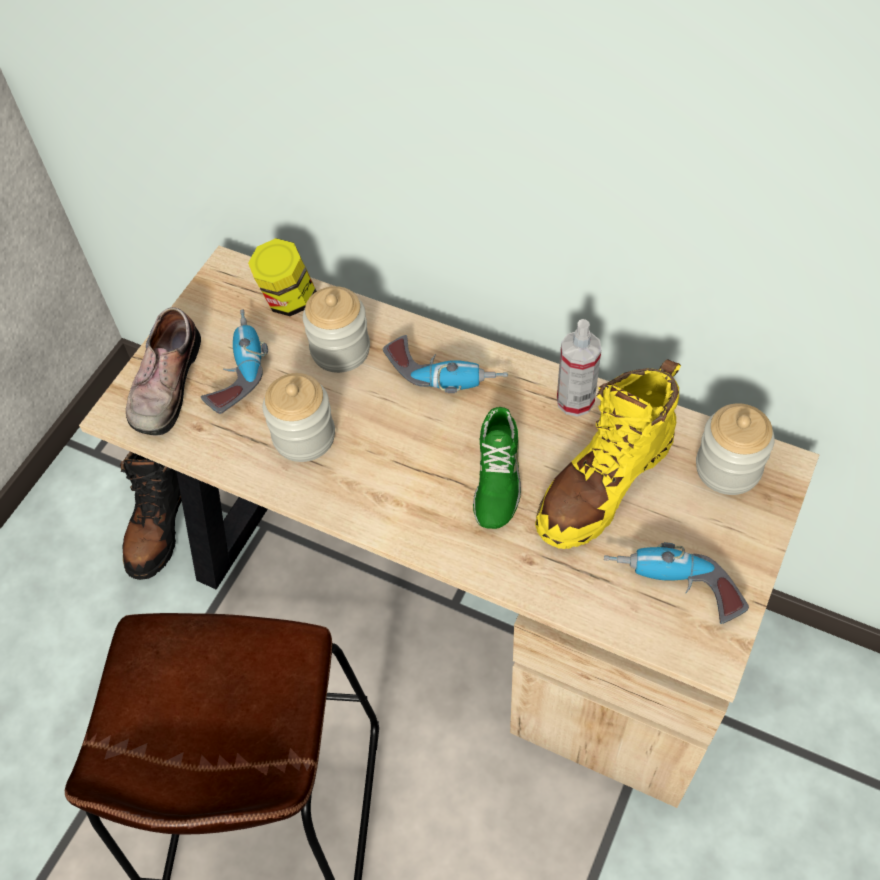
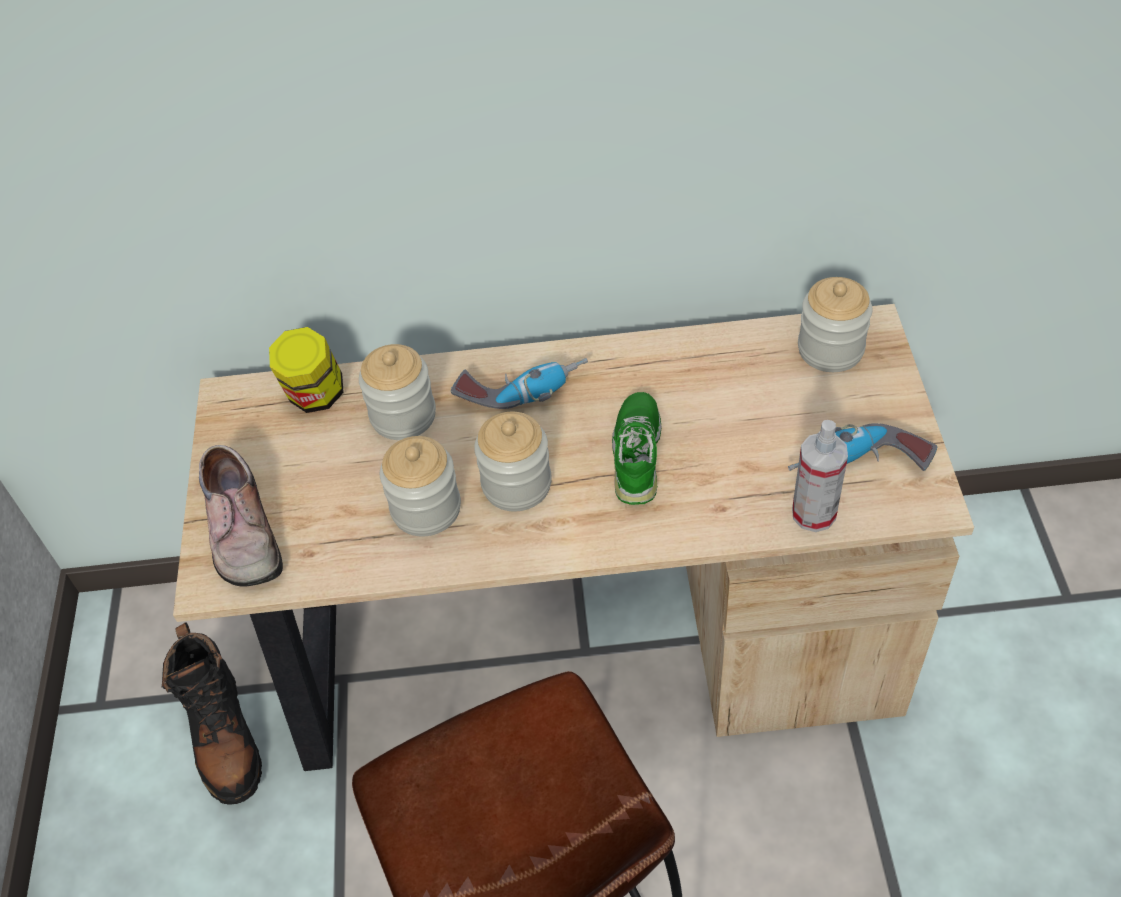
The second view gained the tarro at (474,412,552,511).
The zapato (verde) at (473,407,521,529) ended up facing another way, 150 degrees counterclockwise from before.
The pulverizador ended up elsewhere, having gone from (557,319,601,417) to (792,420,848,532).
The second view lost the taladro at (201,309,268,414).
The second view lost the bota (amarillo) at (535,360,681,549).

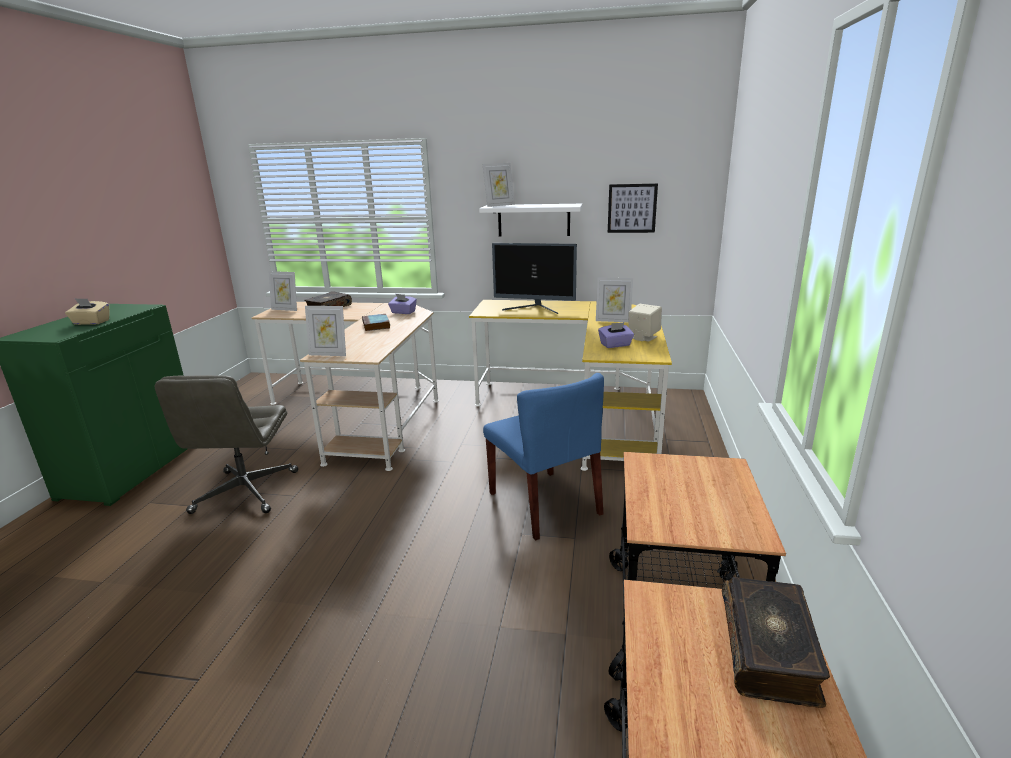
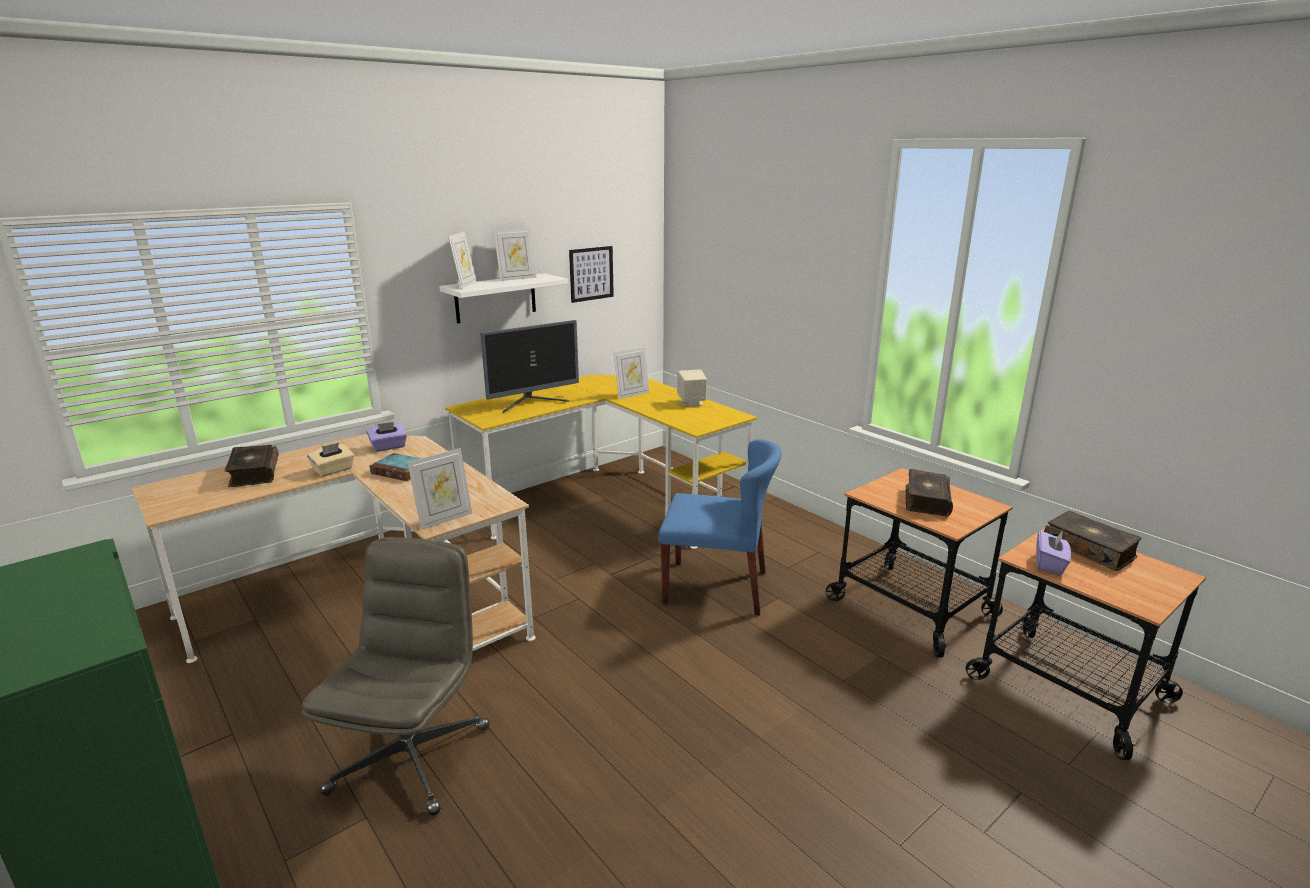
The silla de oficina (gris) at (154,375,298,514) ended up facing another way, 120 degrees counterclockwise from before.
The caja de pañuelos (beis) ended up elsewhere, having gone from (65,298,109,325) to (307,443,354,477).
The portarretratos ended up elsewhere, having gone from (268,271,297,311) to (494,228,537,281).
The second view gained the libro at (906,469,953,516).
The caja de pañuelos (morado) ended up elsewhere, having gone from (598,322,634,348) to (1036,530,1071,574).

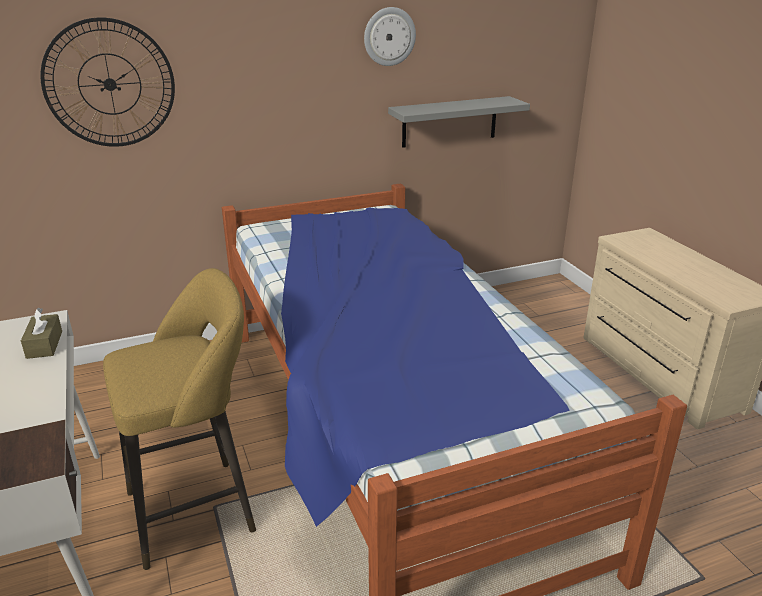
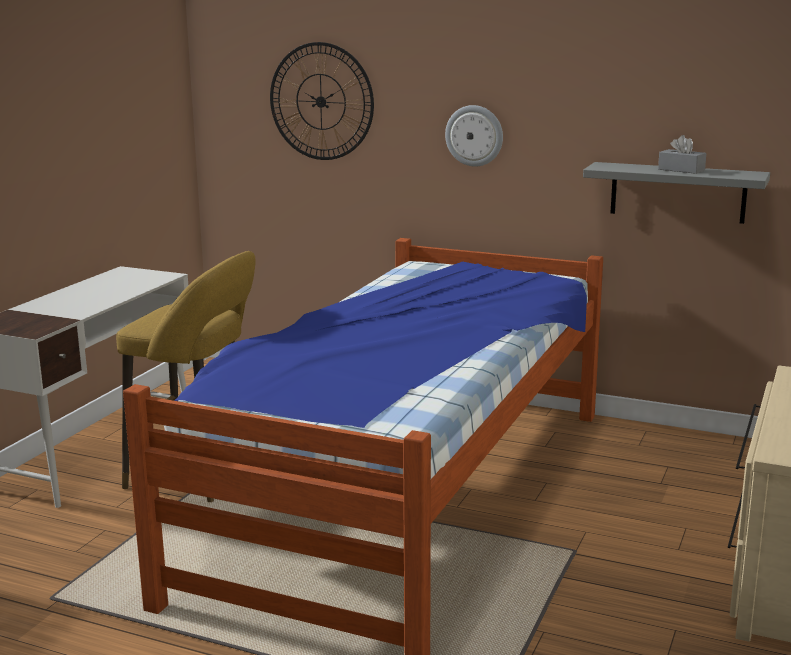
The reloj de pared ended up elsewhere, having gone from (364,7,416,66) to (445,105,503,167).
The second view gained the caja de pañuelos (gris) at (658,135,706,174).
The second view lost the caja de pañuelos (marrón) at (21,308,62,359).

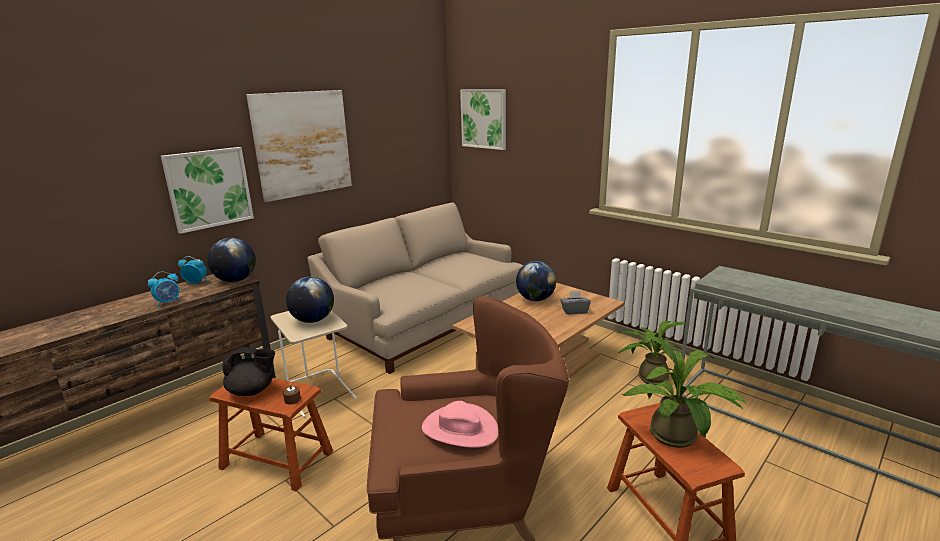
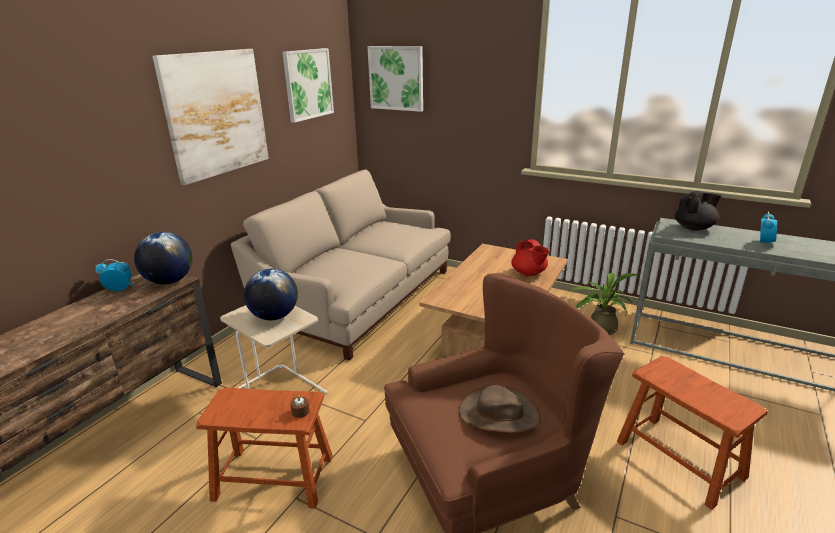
The cuadro ended up elsewhere, having gone from (161,147,254,234) to (282,48,334,123).
What was the sombrero (rosa) at (422,401,498,448) turned into the sombrero (marrón) at (458,385,541,433).
Where the caja de pañuelos (gris) stood at (560,291,591,314), the tetera (rojo) came to stand at (511,239,550,276).
The tetera (negro) ended up elsewhere, having gone from (222,347,275,396) to (675,191,722,231).
The despertador ended up elsewhere, having gone from (148,271,181,307) to (760,212,777,247).
The second view lost the globo terráqueo at (516,261,556,301).
The second view lost the planta en maceta at (622,334,746,448).

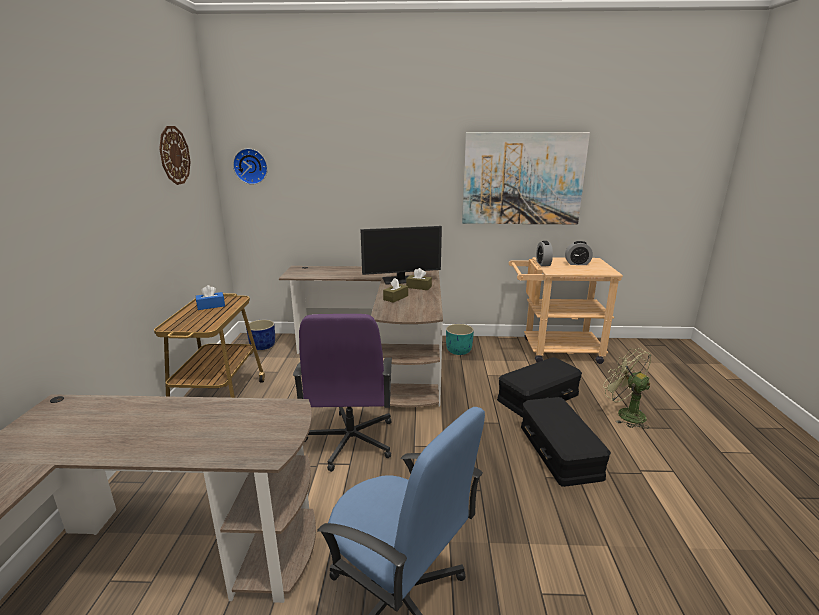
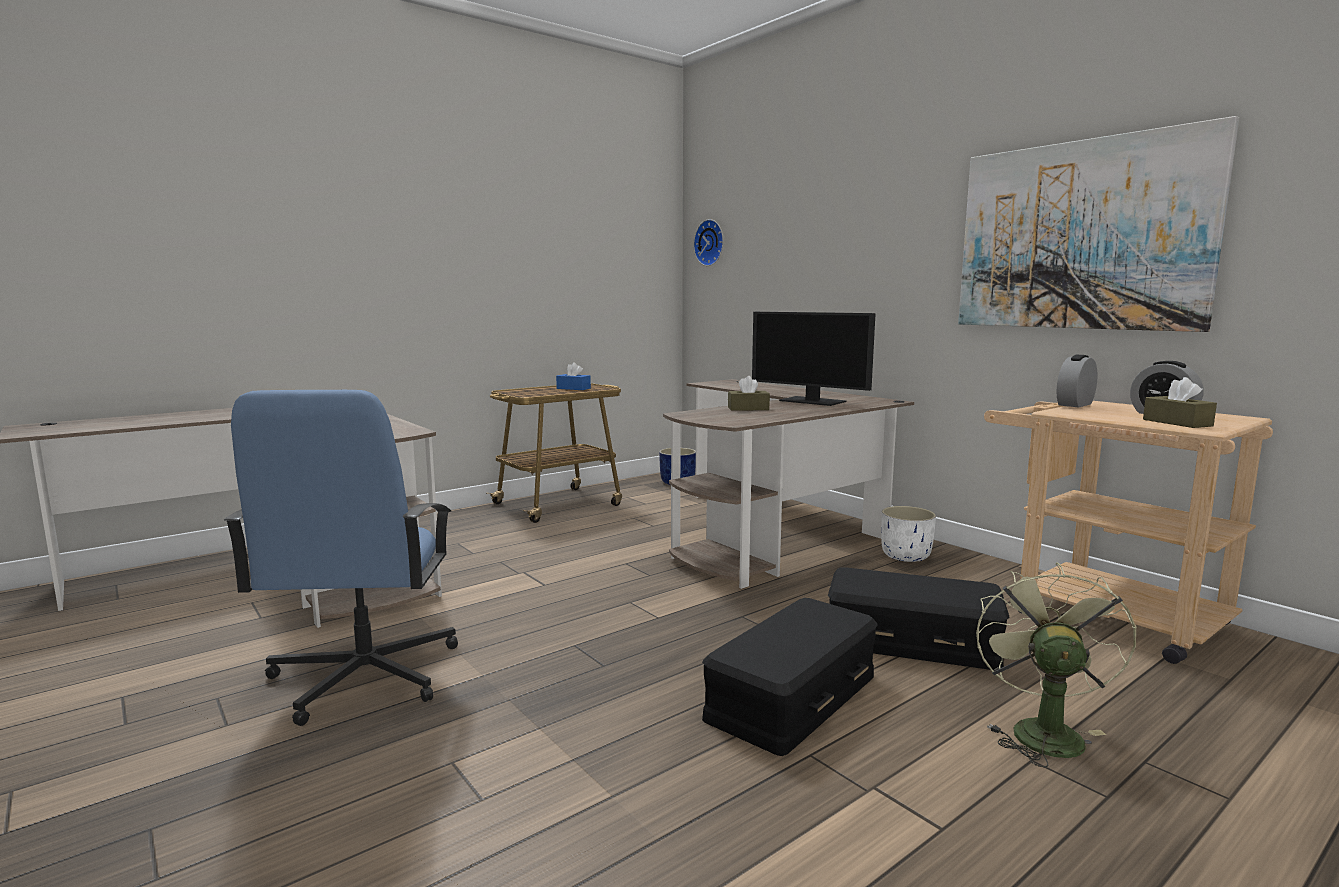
What was the maceta (turquesa) at (446,324,474,355) turned into the maceta (blanco) at (881,506,936,562).
The caja de pañuelos (marrón) ended up elsewhere, having gone from (406,268,432,290) to (1143,377,1217,428).
The second view lost the reloj de pared at (159,126,191,185).
The second view lost the silla de oficina (morado) at (293,314,392,472).

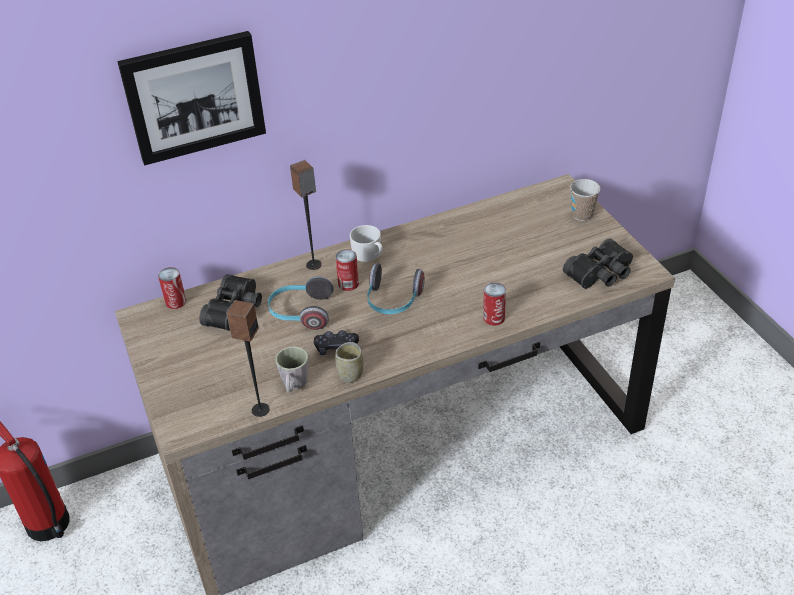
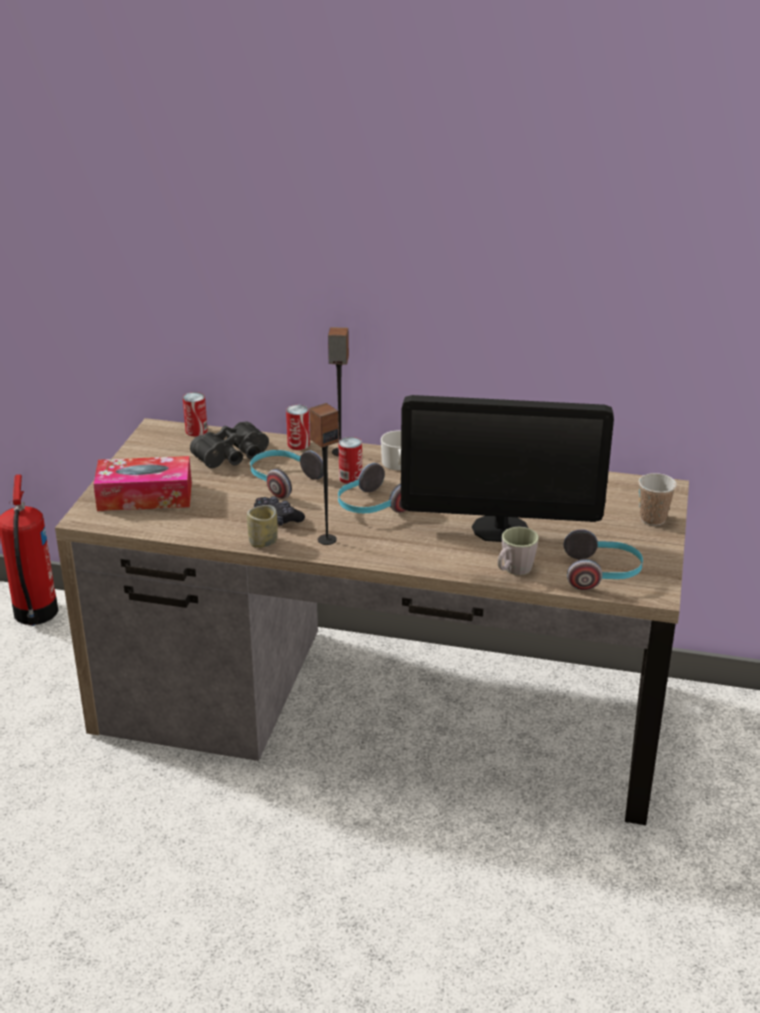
The second view gained the caja de pañuelos at (93,456,192,511).
The lata ended up elsewhere, having gone from (483,282,506,326) to (286,405,310,450).
The altavoz ended up elsewhere, having gone from (226,300,269,417) to (309,403,339,545).
The second view gained the monitor at (401,395,614,542).
The taza grande (gris) ended up elsewhere, having gone from (275,346,308,393) to (498,527,539,575).
Where the prismáticos (negro) stood at (563,238,633,289), the auriculares came to stand at (564,529,643,590).
The second view lost the cuadro at (117,31,266,165).

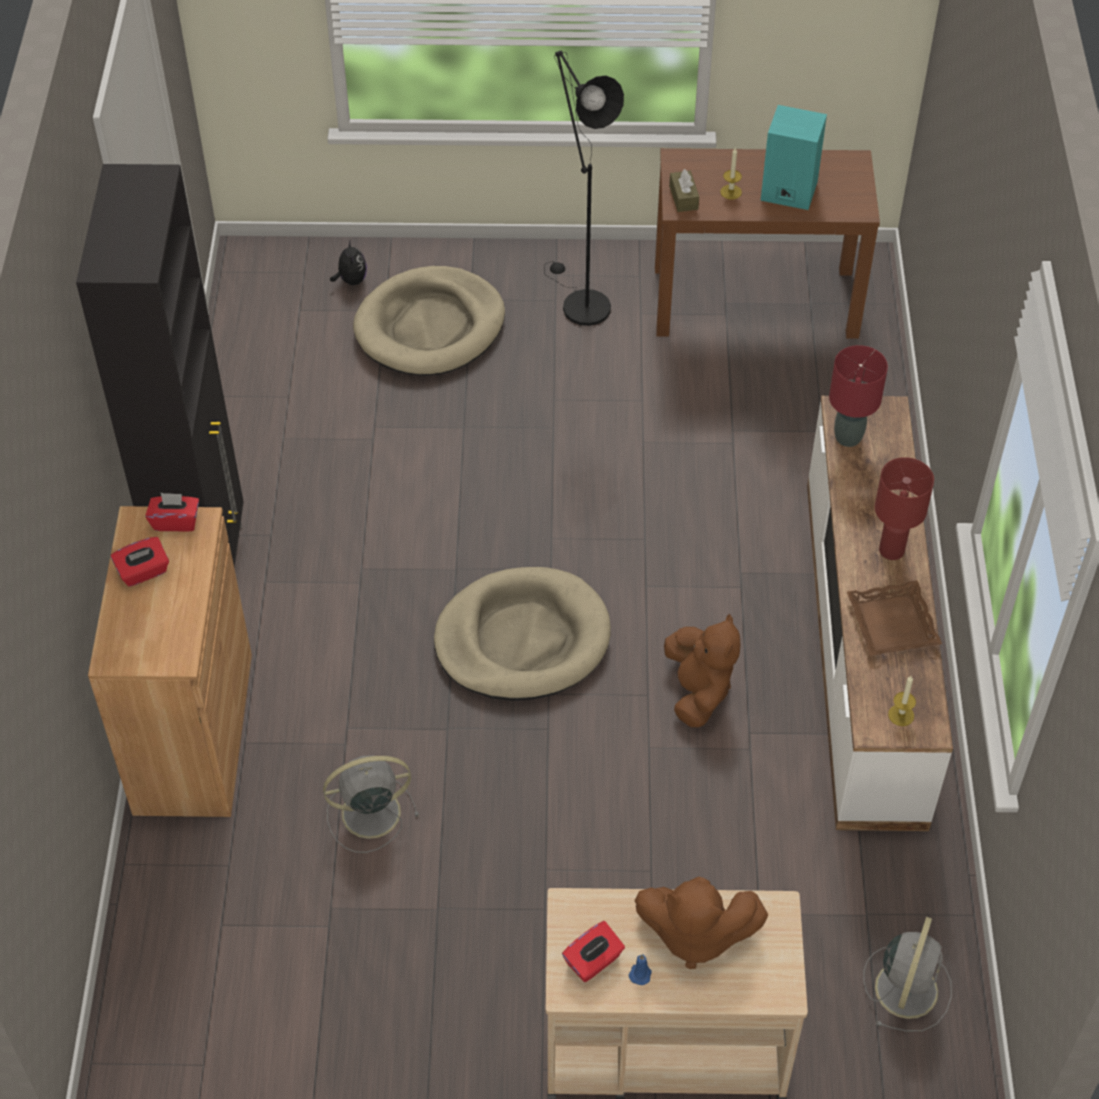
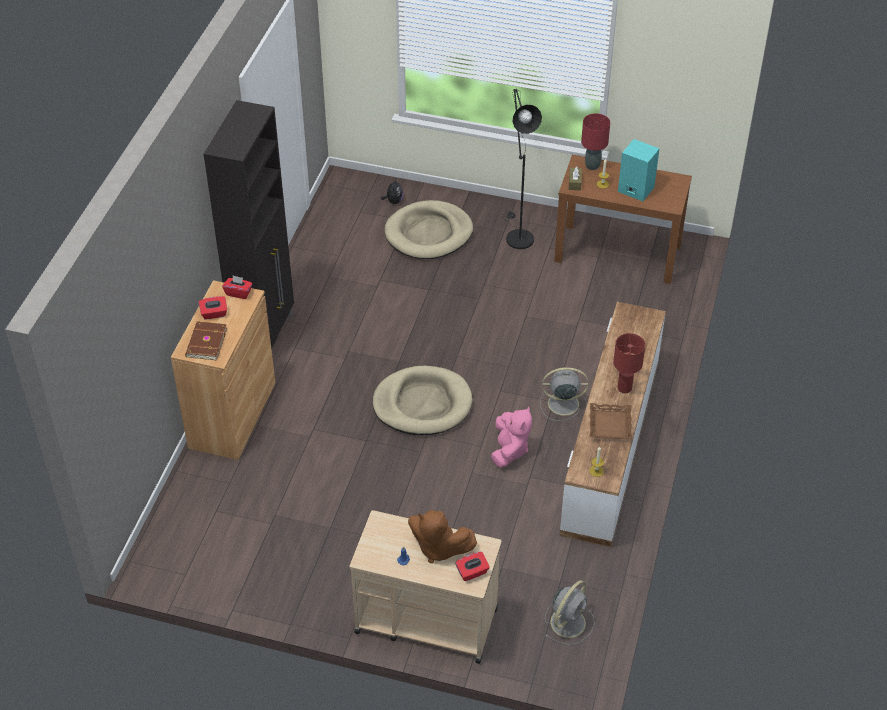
The second view gained the libro (marrón) at (185,321,227,361).
The caja de pañuelos (rojo) ended up elsewhere, having gone from (562,921,625,982) to (455,552,490,581).
What was the peluche (marrón) at (664,614,740,727) turned into the peluche (rosa) at (491,407,532,467).
The ventilador (gris) ended up elsewhere, having gone from (323,755,419,853) to (540,367,589,421).
The lámpara de mesa (rojo) ended up elsewhere, having gone from (829,345,888,447) to (581,113,610,170).

